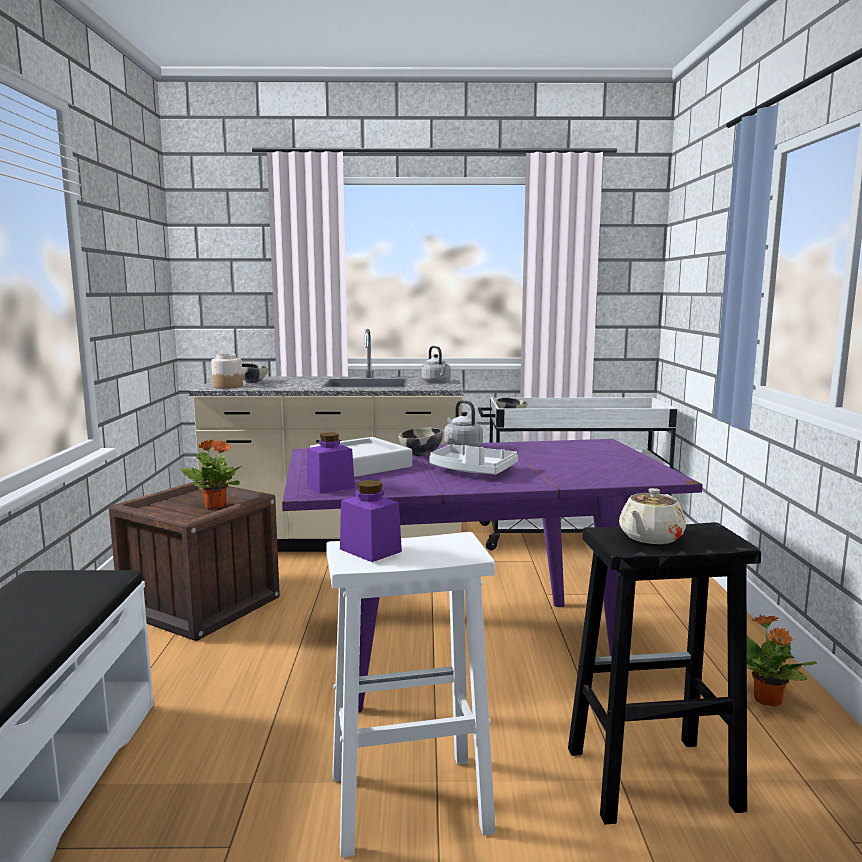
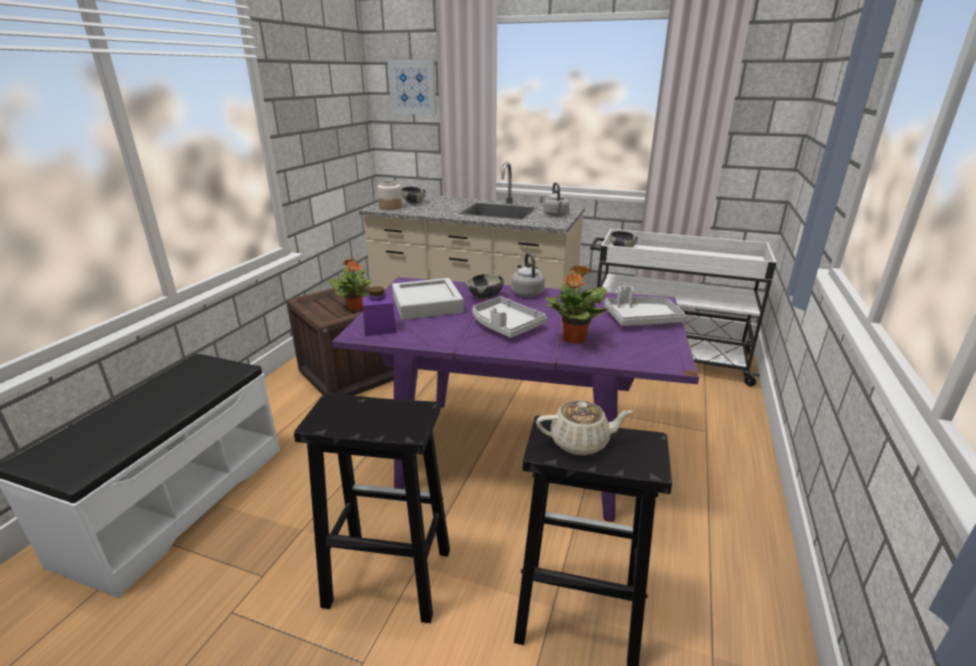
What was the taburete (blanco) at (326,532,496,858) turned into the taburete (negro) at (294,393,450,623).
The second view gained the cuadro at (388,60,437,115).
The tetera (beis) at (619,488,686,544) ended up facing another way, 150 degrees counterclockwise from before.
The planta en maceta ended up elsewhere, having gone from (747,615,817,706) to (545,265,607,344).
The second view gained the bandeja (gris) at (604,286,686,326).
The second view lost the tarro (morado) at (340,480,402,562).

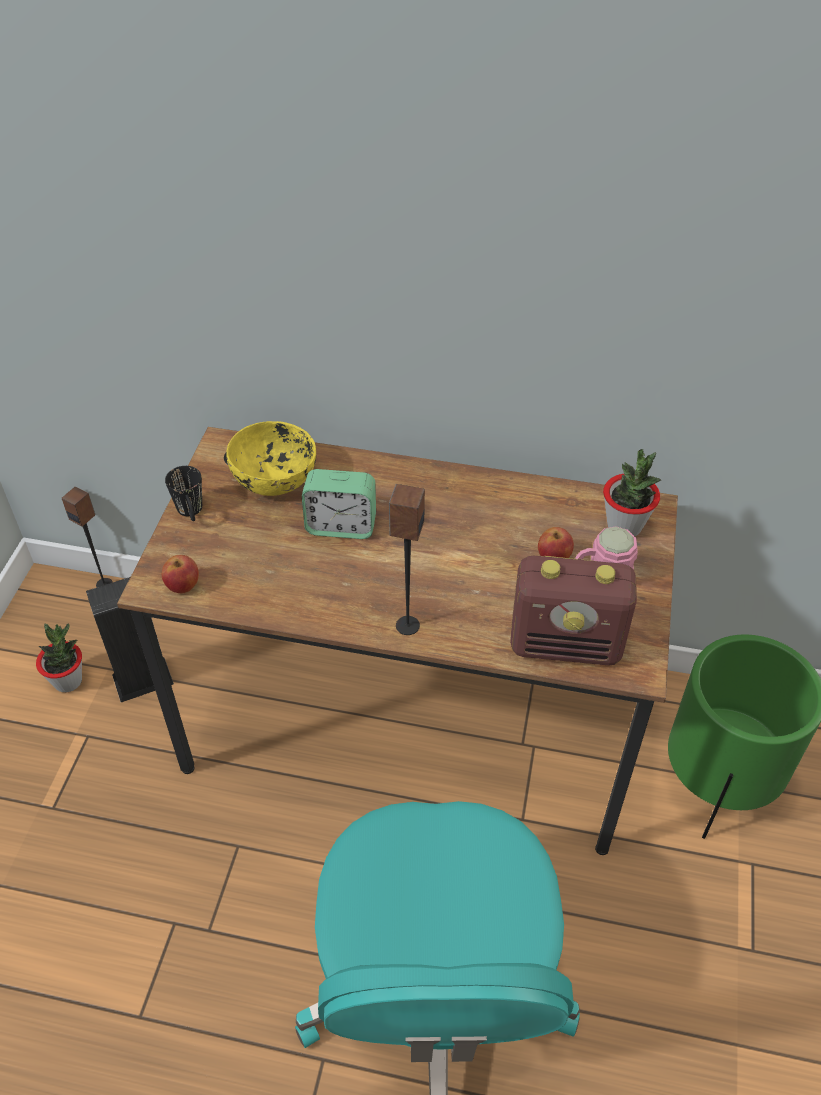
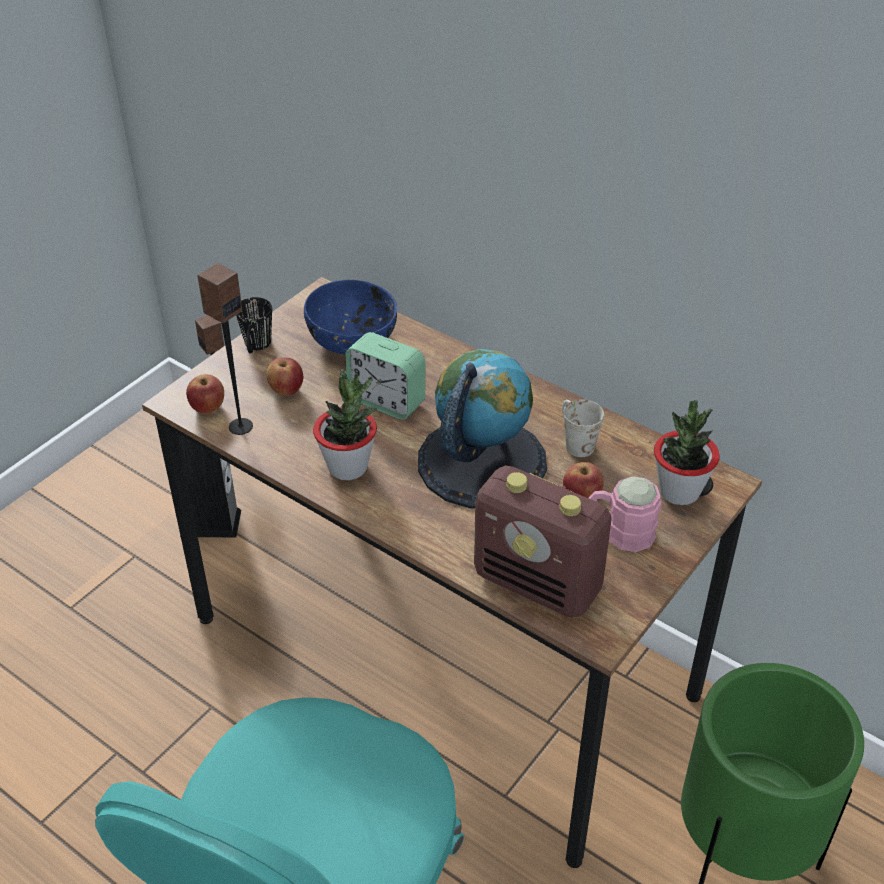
The altavoz ended up elsewhere, having gone from (389,484,425,635) to (197,263,253,435).
The second view gained the manzana at (266,357,303,396).
What was the cuenco (amarillo) at (226,421,316,496) turned into the cuenco (azul) at (304,280,397,354).
The planta en maceta ended up elsewhere, having gone from (36,624,82,692) to (313,369,377,480).
The second view gained the globo terráqueo at (418,349,547,508).
The second view gained the taza grande (blanco) at (562,399,604,457).

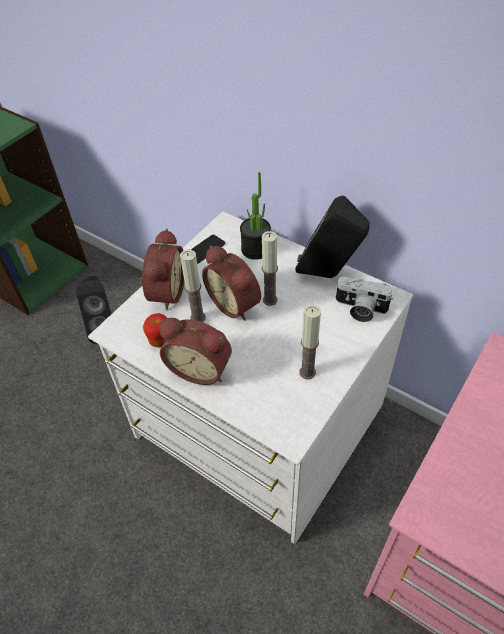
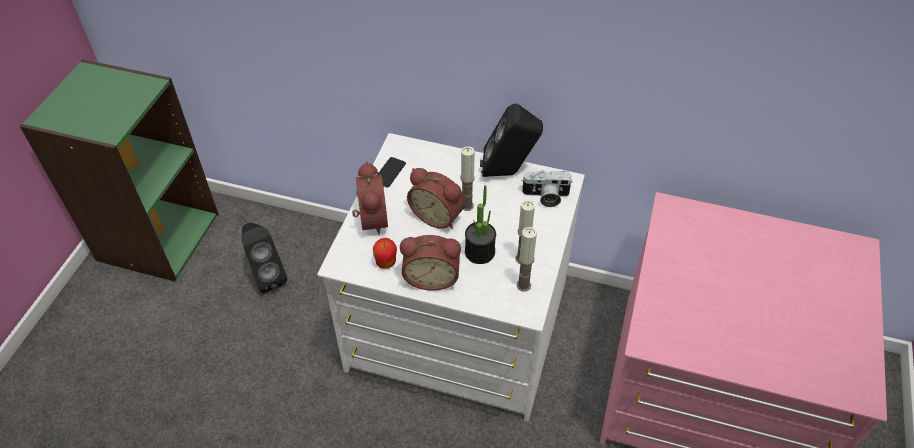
The planta en maceta ended up elsewhere, having gone from (240,172,271,260) to (465,185,496,264).
The vela ended up elsewhere, having gone from (180,249,206,322) to (517,227,537,292).

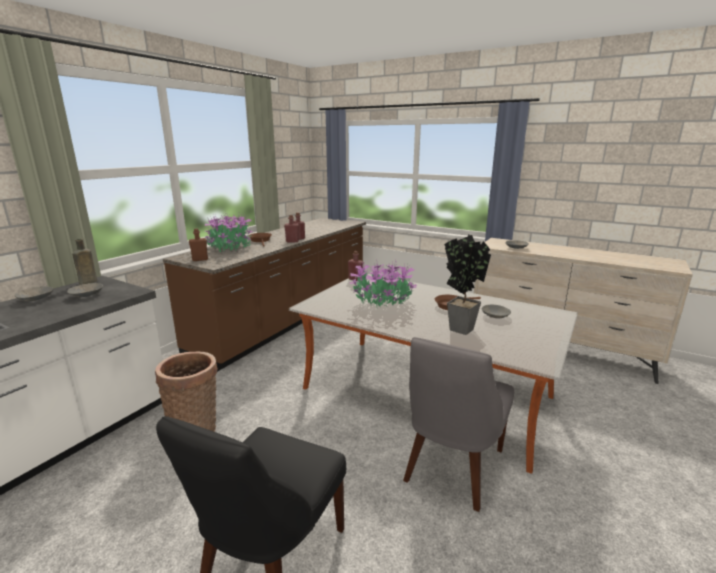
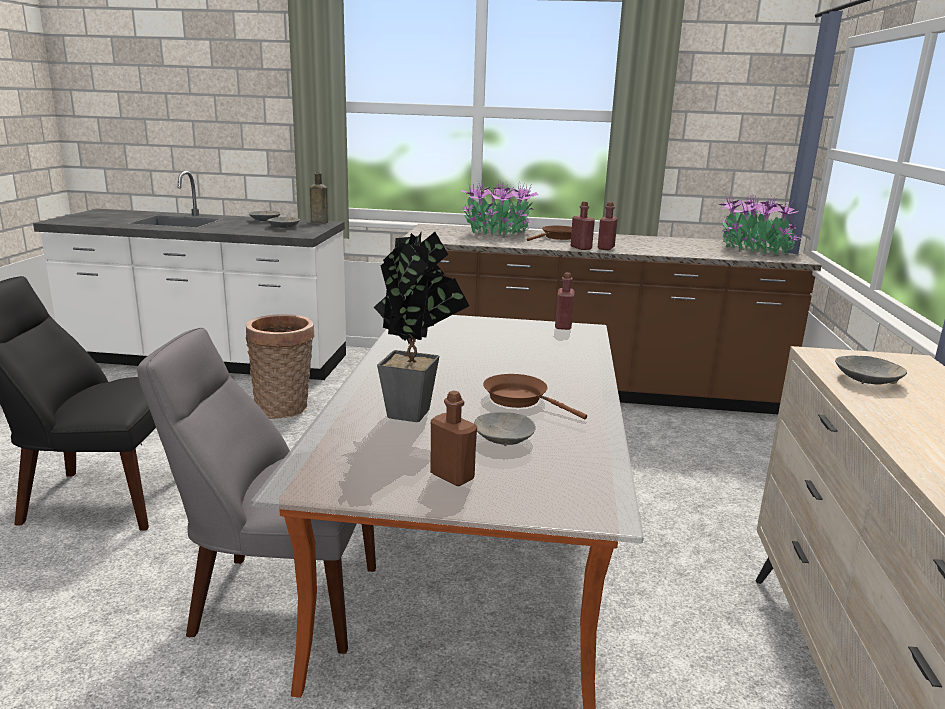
The botella (marrón) ended up elsewhere, having gone from (189,229,208,261) to (430,391,477,486).
The planta en maceta ended up elsewhere, having gone from (350,259,417,308) to (718,194,801,255).

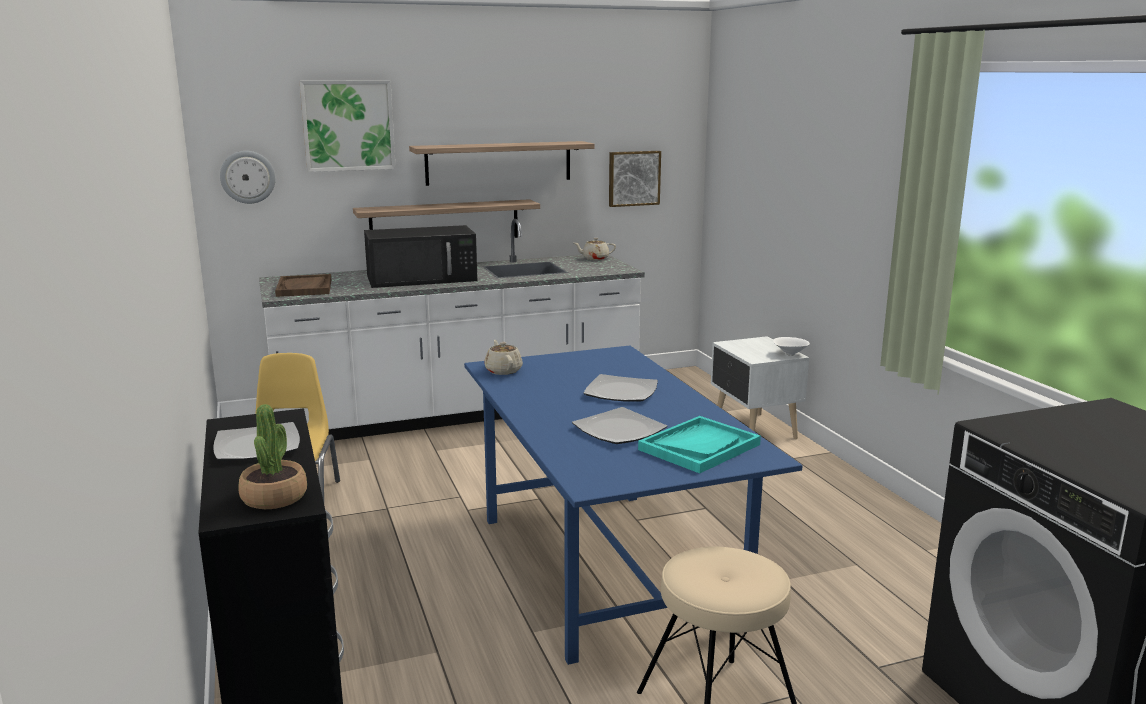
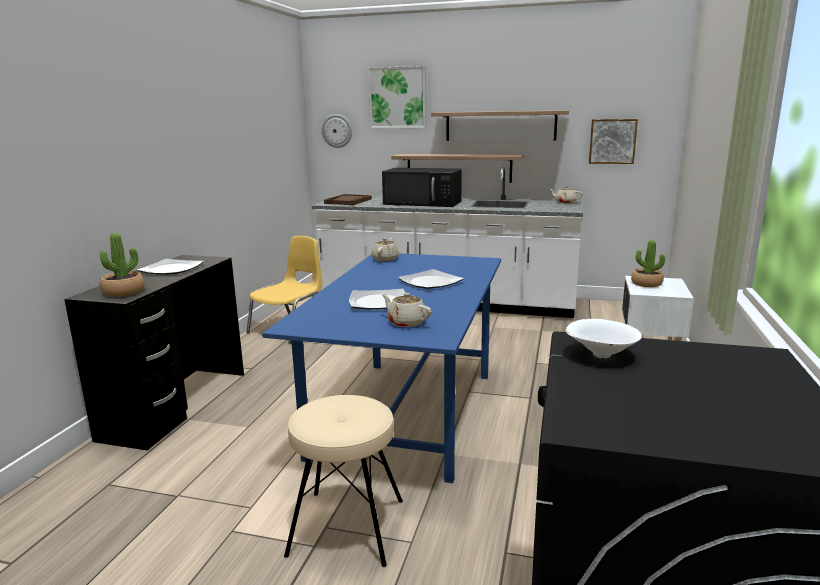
Where the bandeja (turquesa) stood at (638,416,761,473), the tetera (beis) came to stand at (382,293,432,327).
The cuenco (blanco) ended up elsewhere, having gone from (773,337,810,356) to (566,319,642,358).
The second view gained the planta en maceta at (631,240,665,287).

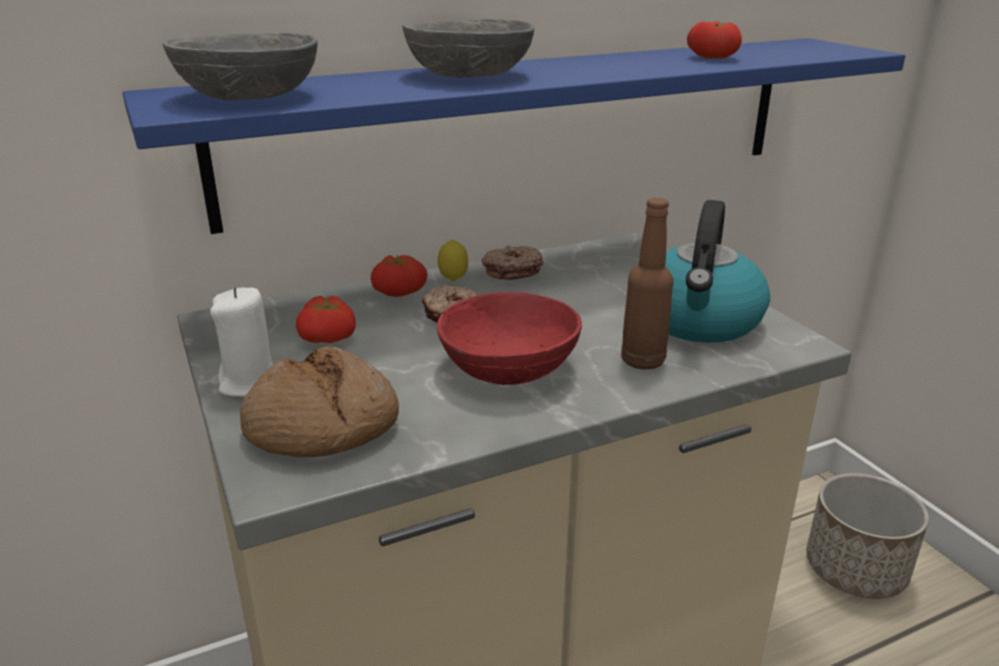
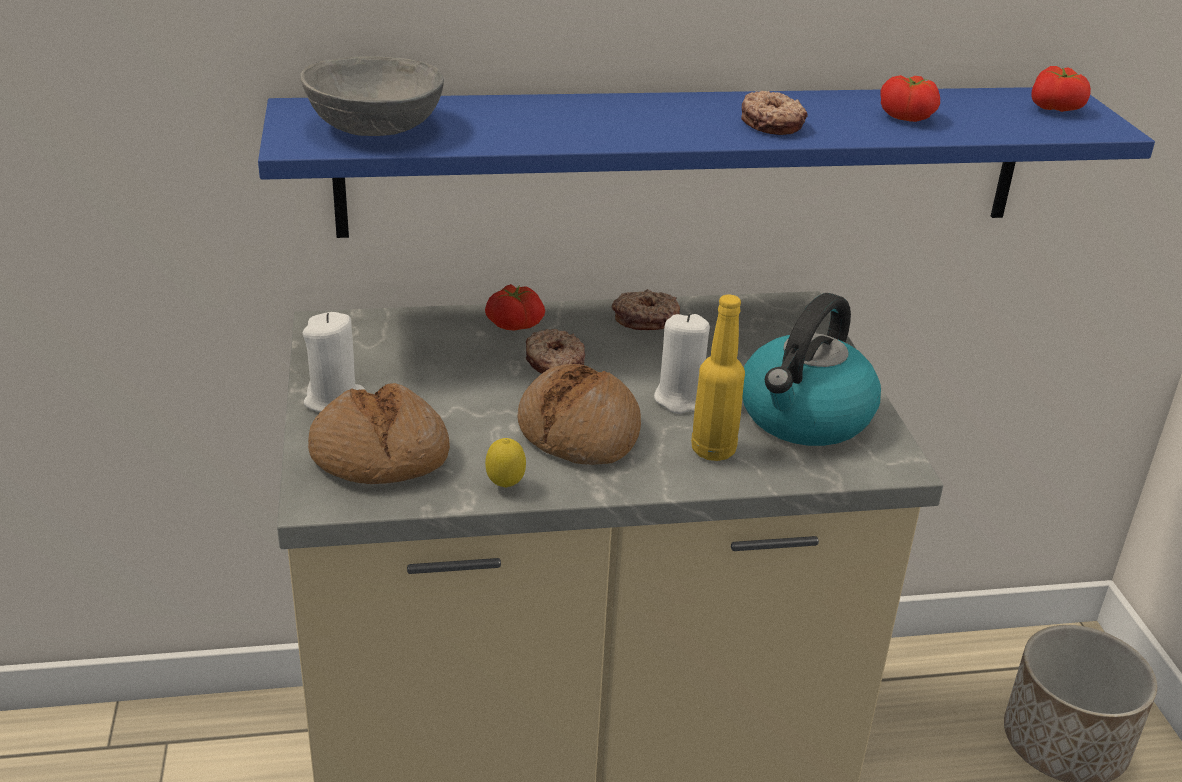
The limón ended up elsewhere, having gone from (438,240,468,282) to (485,438,526,488).
Where the cuenco (rojo) stood at (437,292,582,385), the pan came to stand at (517,364,641,465).
The second view gained the vela (blanco) at (654,313,710,414).
What was the botella (marrón) at (621,198,674,370) turned into the botella (amarillo) at (691,295,745,461).
The second view gained the rosquilla at (741,91,808,135).
The tomate ended up elsewhere, having gone from (296,296,356,343) to (1031,66,1091,112).
The second view lost the cuenco (gris) at (402,19,534,78).

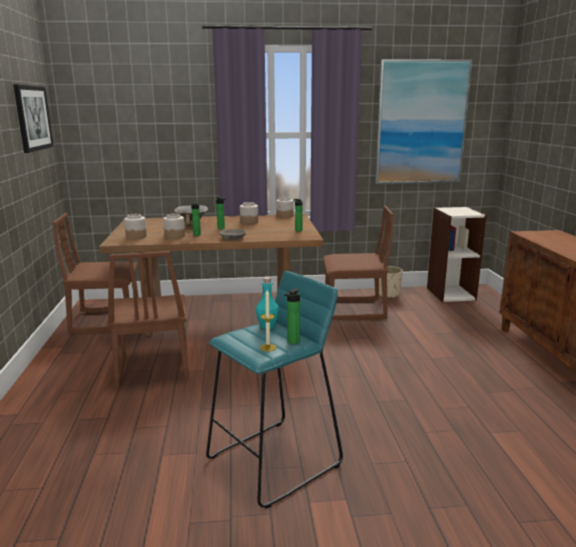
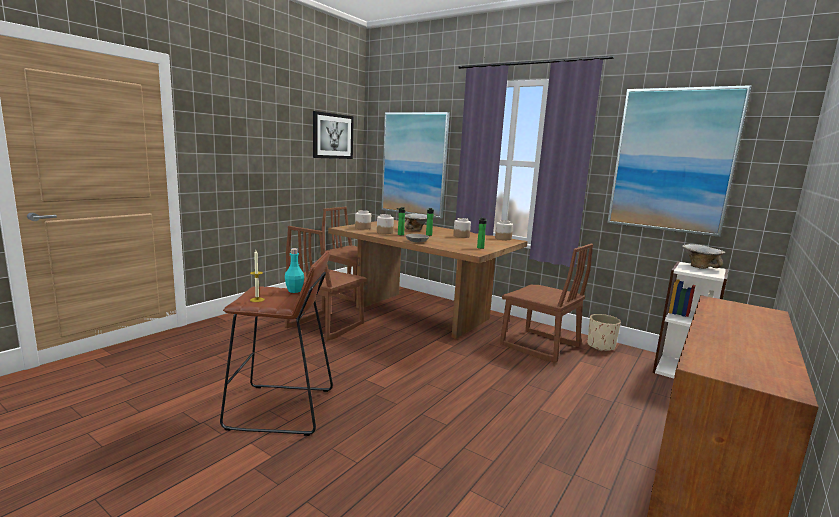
What was the taburete (turquesa) at (206,271,343,509) turned into the taburete (marrón) at (220,251,333,436).
The second view gained the cuadro at (381,112,450,219).
The second view gained the cuenco at (682,244,725,269).
The second view lost the botella at (284,288,300,344).

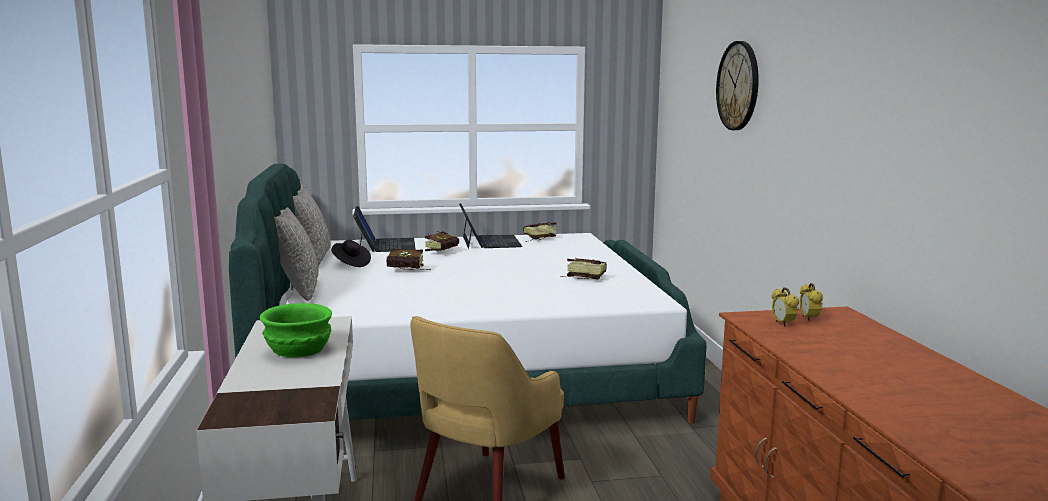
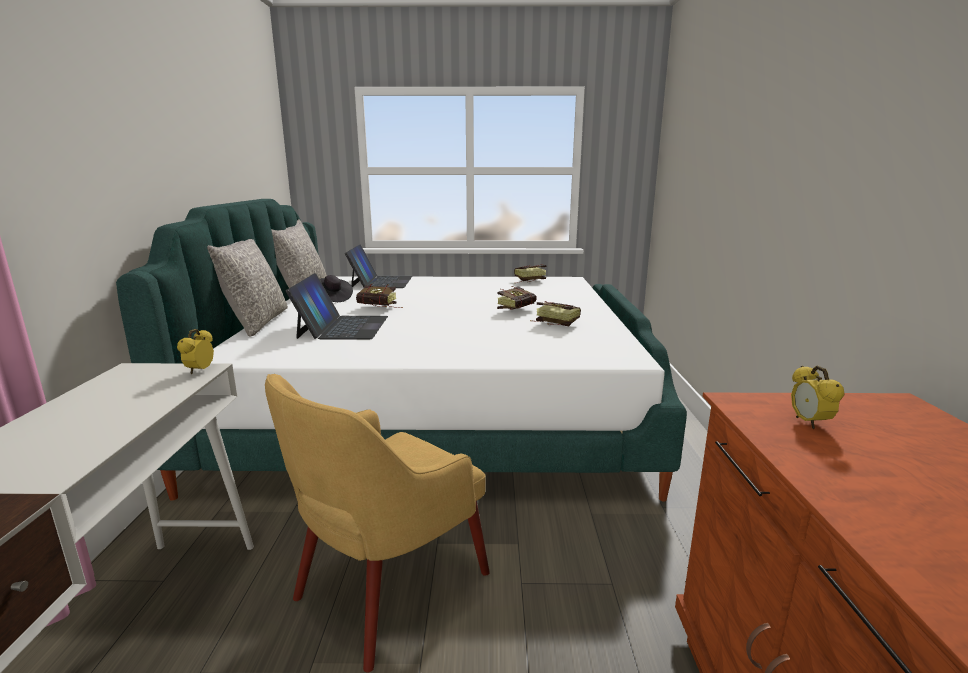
The despertador ended up elsewhere, having gone from (799,283,823,321) to (177,329,214,374).
The portátil ended up elsewhere, having gone from (459,203,523,249) to (286,273,388,340).
The libro ended up elsewhere, having gone from (425,231,459,252) to (497,286,537,310).
The second view lost the cuenco (verde) at (260,303,332,357).
The second view lost the reloj de pared at (716,41,759,130).

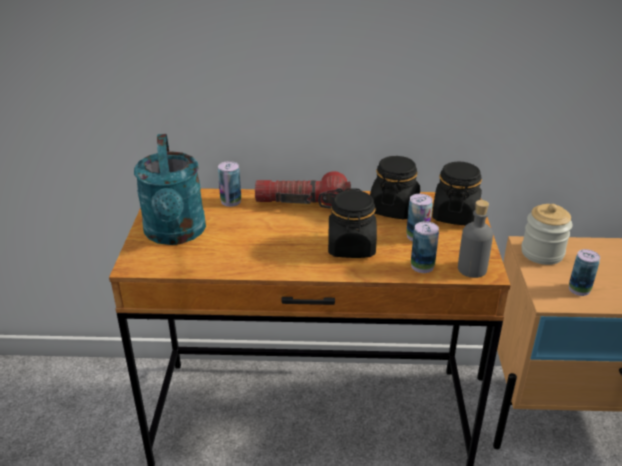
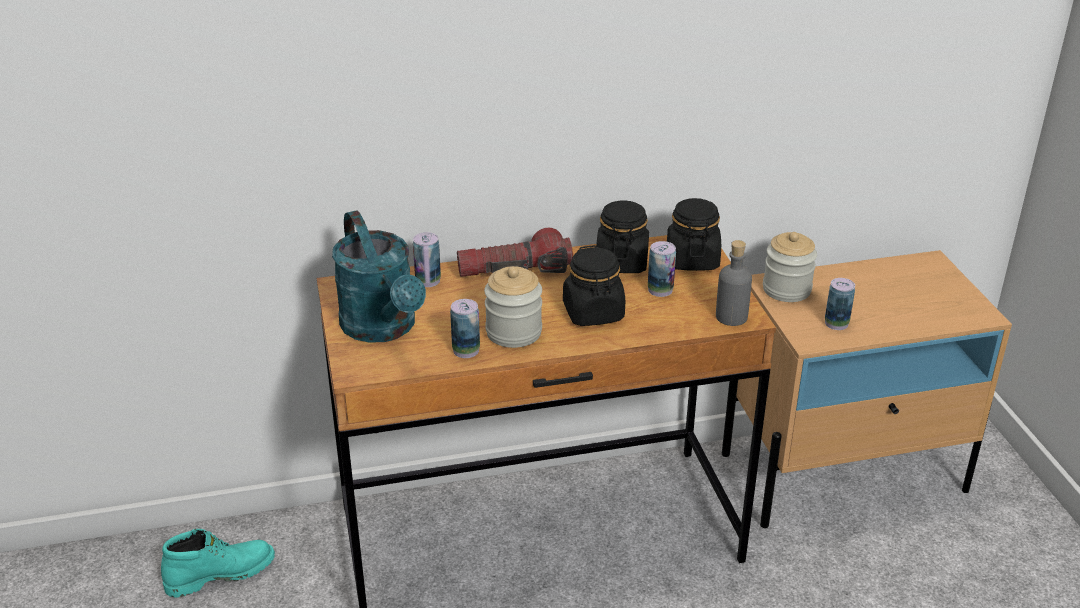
The second view gained the bota (turquesa) at (161,529,275,597).
The lata ended up elsewhere, having gone from (411,221,439,273) to (450,299,480,358).
The second view gained the tarro at (484,266,542,348).

